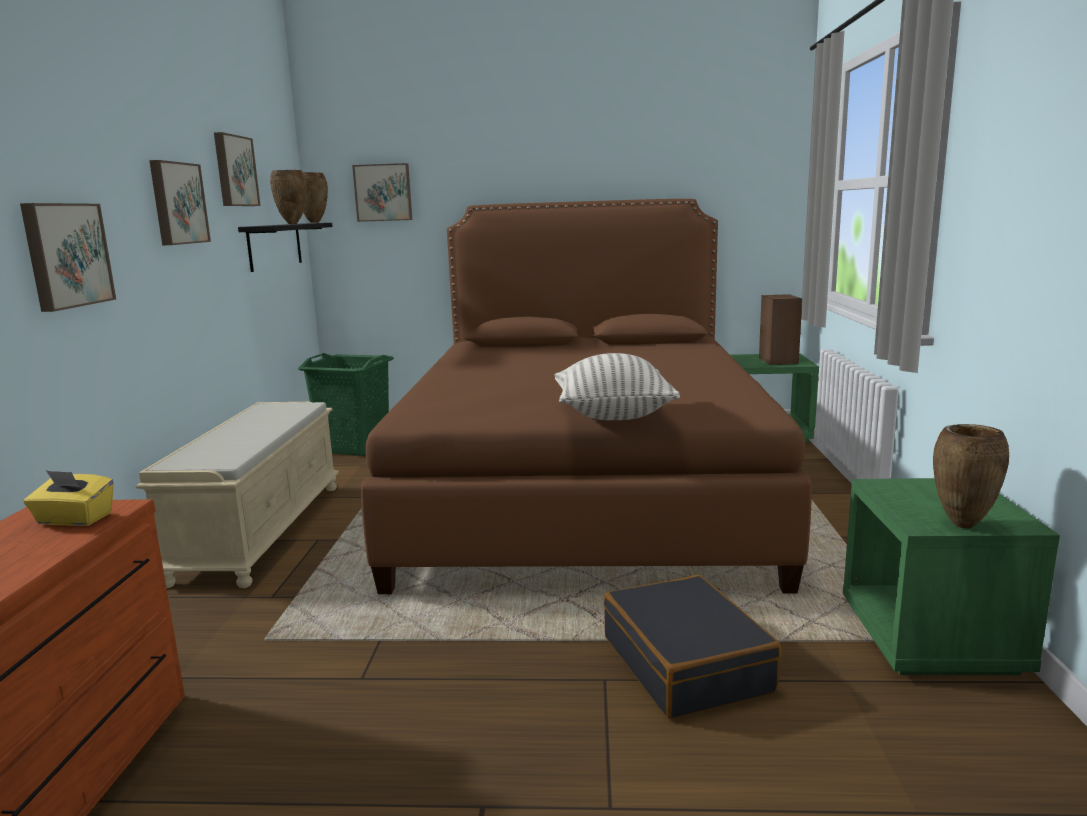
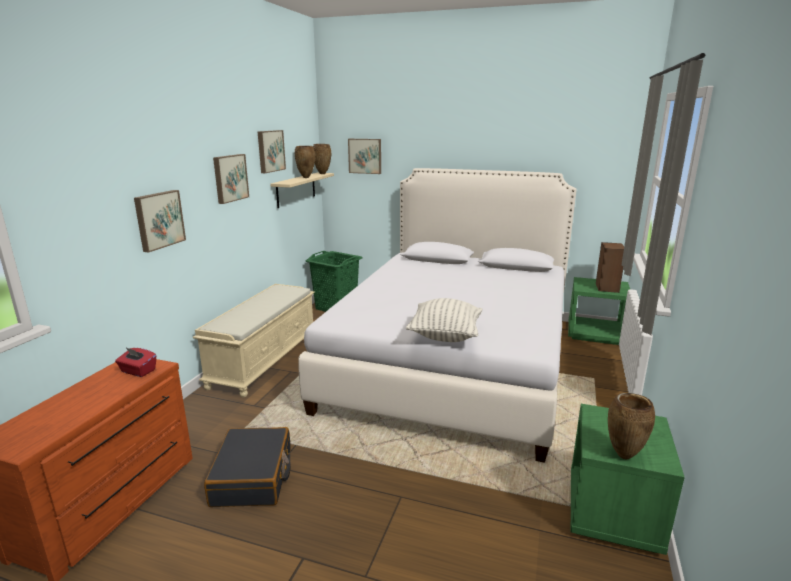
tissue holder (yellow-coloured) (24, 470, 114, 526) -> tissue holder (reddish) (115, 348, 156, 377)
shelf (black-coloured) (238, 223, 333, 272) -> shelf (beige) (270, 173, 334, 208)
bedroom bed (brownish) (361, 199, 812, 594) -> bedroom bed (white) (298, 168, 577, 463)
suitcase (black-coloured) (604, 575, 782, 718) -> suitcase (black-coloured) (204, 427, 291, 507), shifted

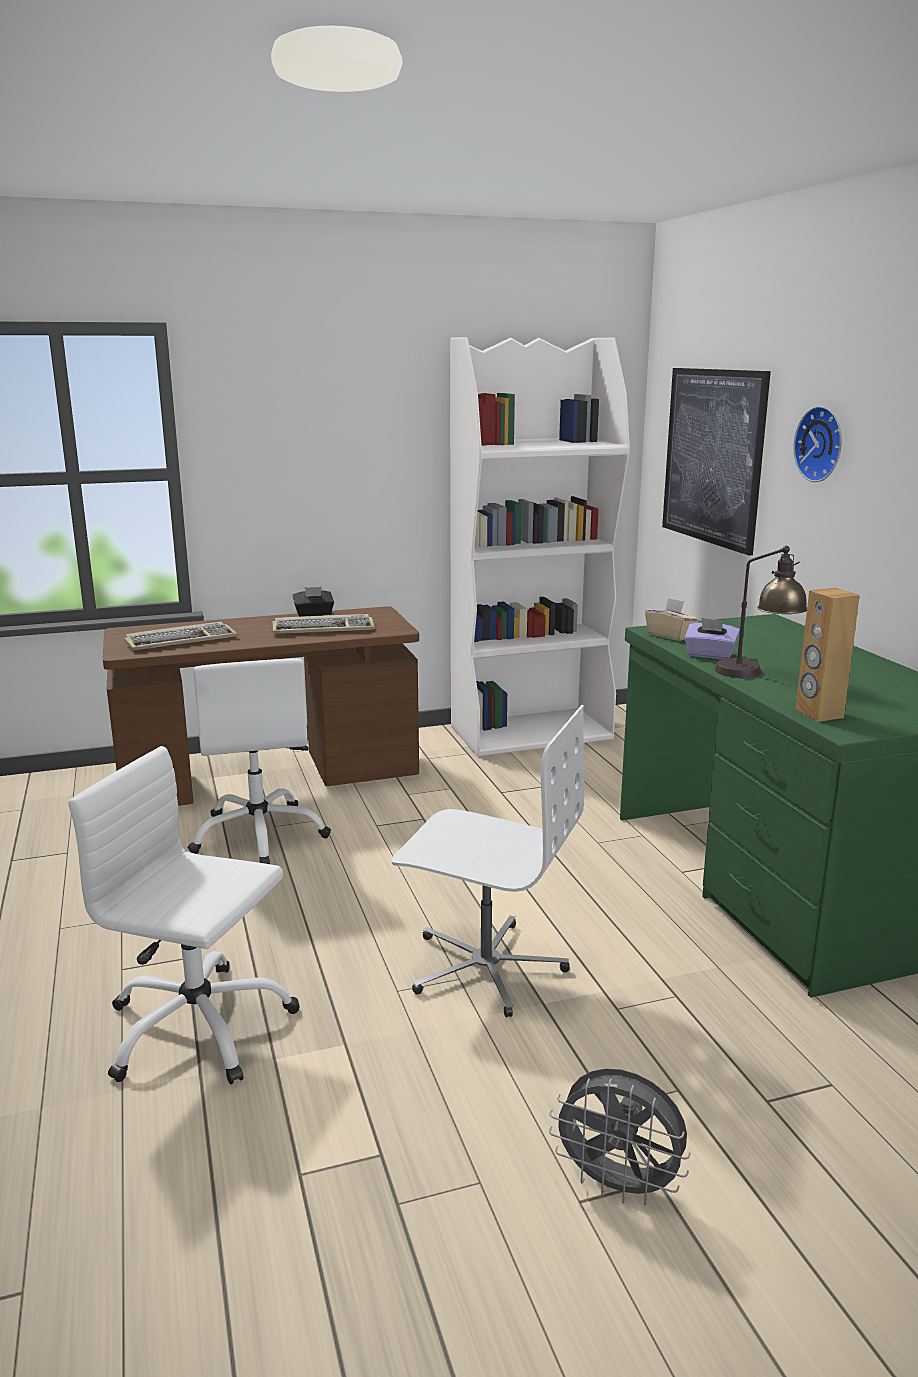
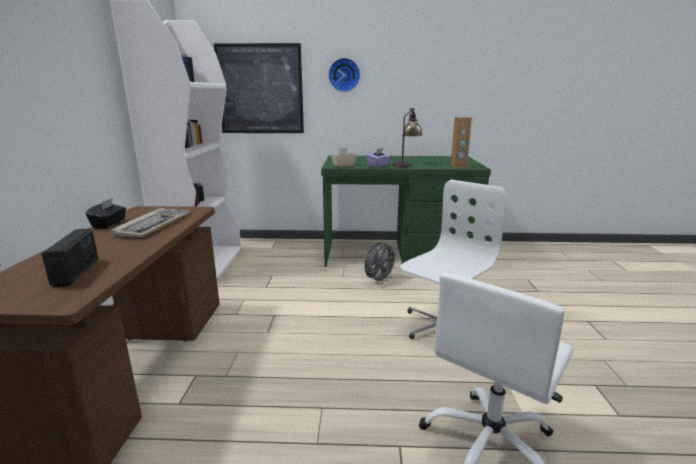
PC keyboard (124, 622, 238, 650) -> radio (41, 228, 98, 288)
computer chair (white) (188, 658, 331, 864) -> none
electric fan (gray) (549, 1068, 691, 1205) -> electric fan (gray) (365, 242, 398, 284), shifted

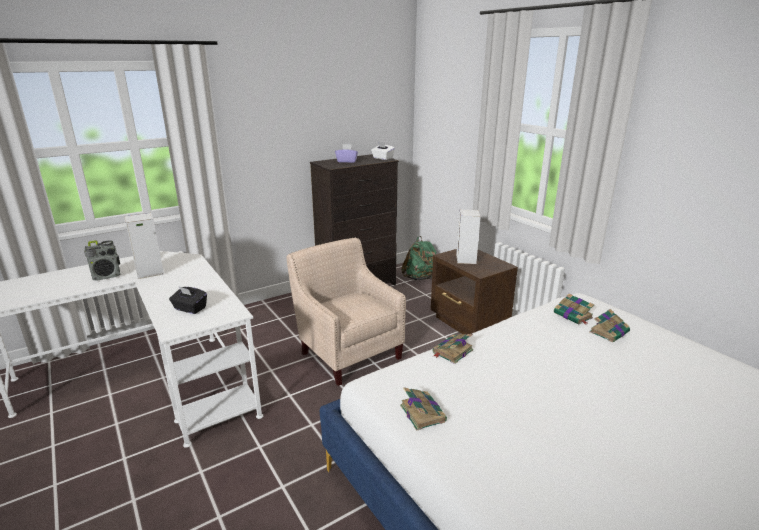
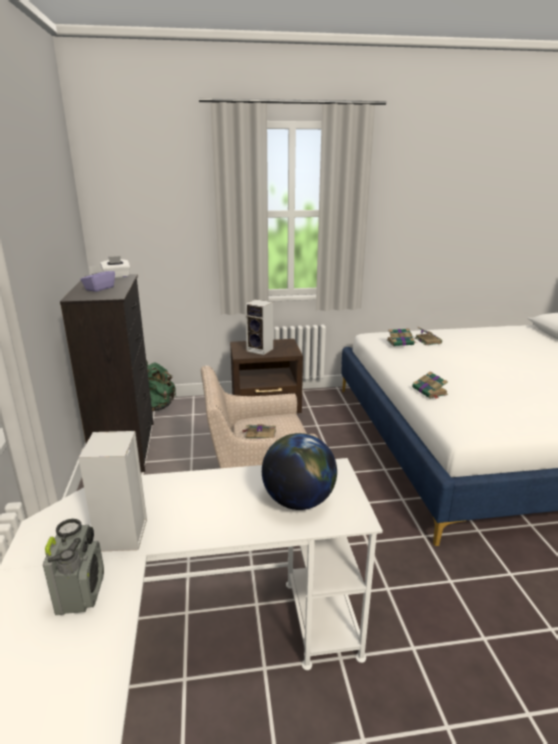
tissue holder (black-coloured) (169, 287, 207, 314) -> world globe (262, 433, 337, 510)
book (400, 388, 447, 431) -> book (243, 424, 276, 439), shifted

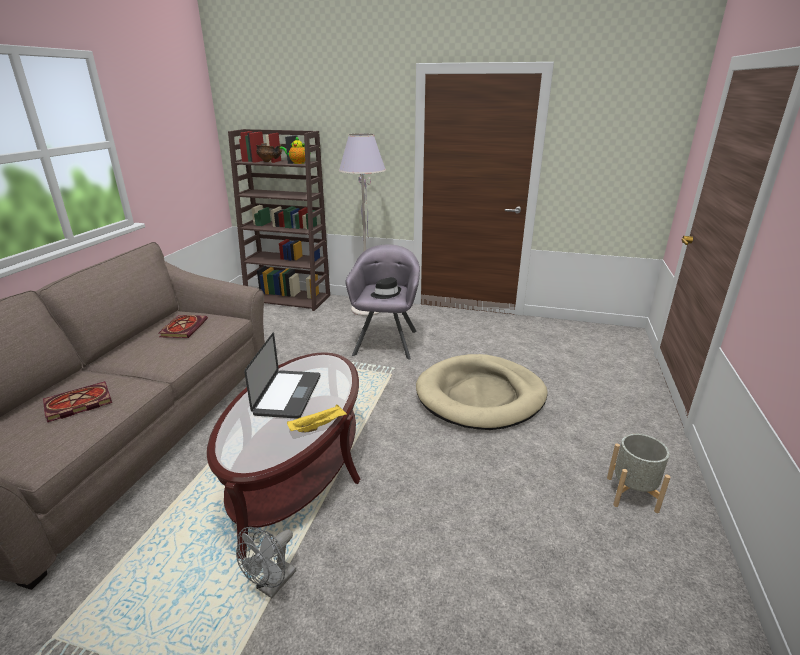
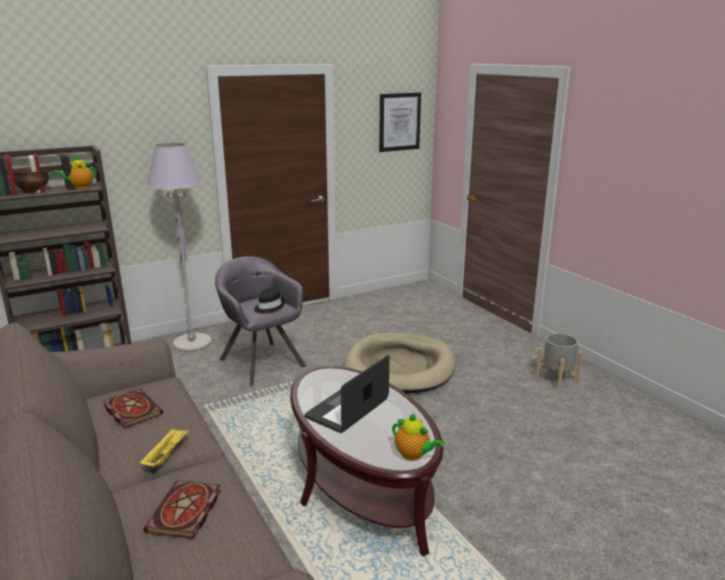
electric fan (gray) (236, 527, 296, 599) -> none
notebook computer (244, 332, 320, 419) -> notebook computer (305, 355, 390, 433), 105 degrees counterclockwise
serving tray (yellow-coloured) (287, 404, 347, 432) -> serving tray (yellow-coloured) (140, 428, 189, 467), shifted
none -> picture (379, 92, 421, 152)
none -> pot for tea (392, 414, 444, 461)

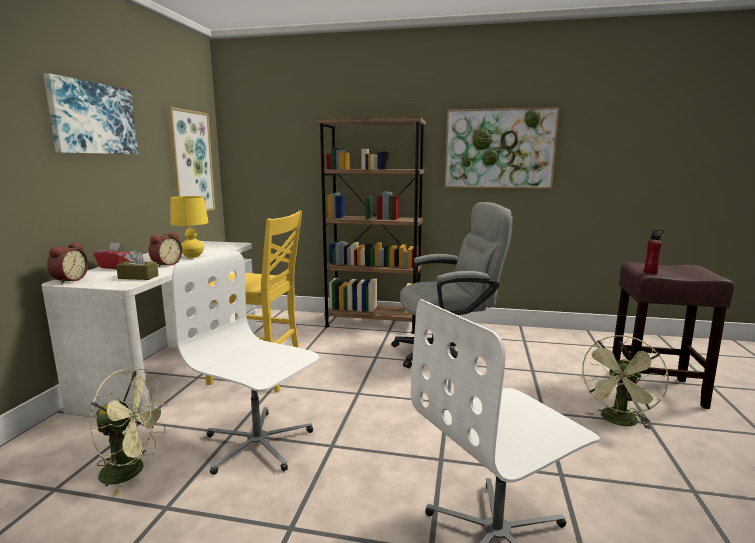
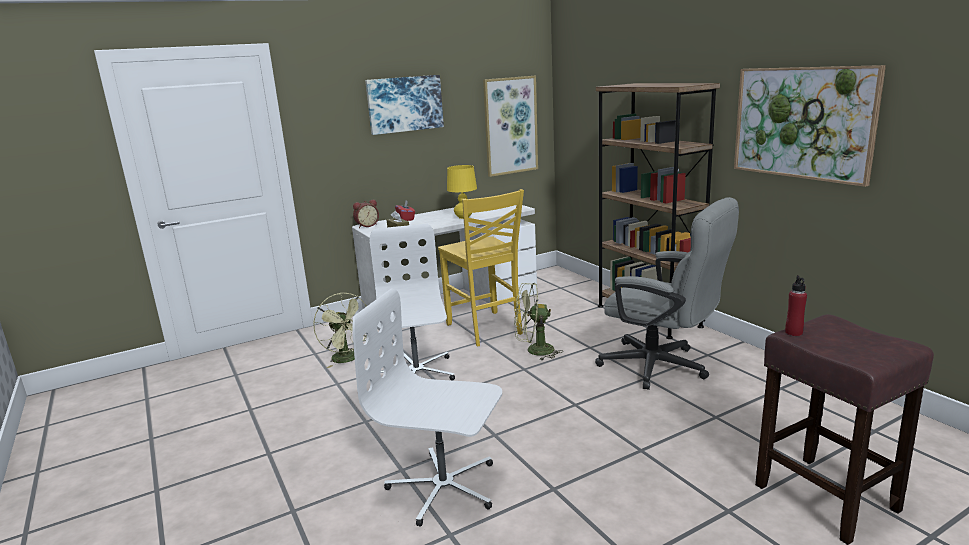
table clock (149, 231, 182, 267) -> none
electric fan (greenish) (581, 335, 669, 429) -> electric fan (greenish) (514, 283, 563, 361), shifted

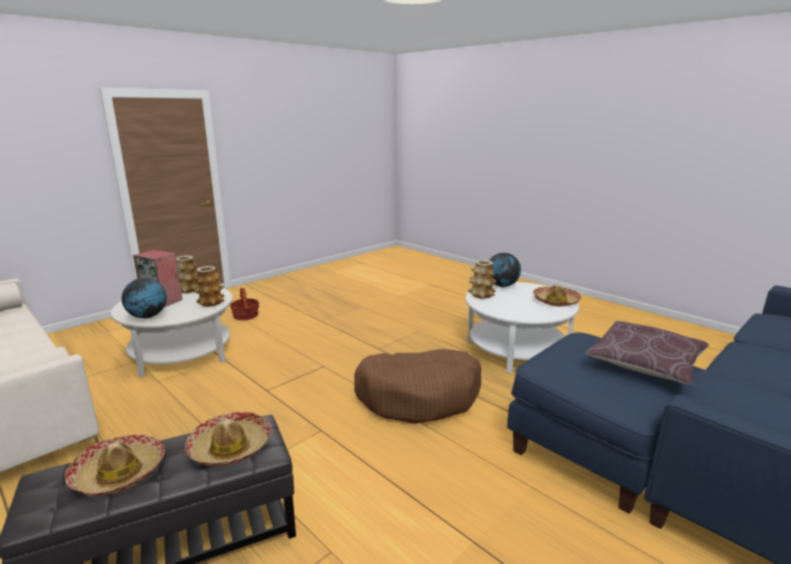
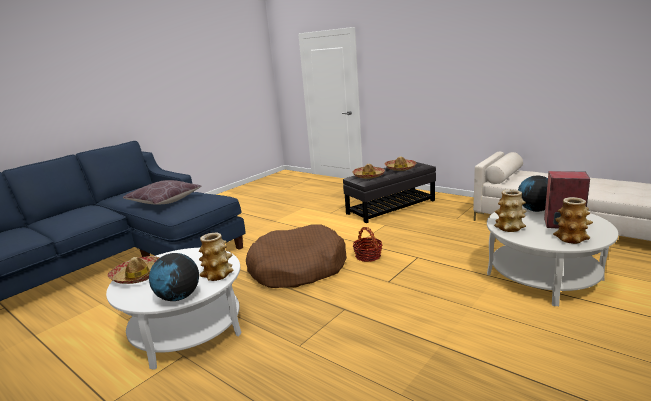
household basket (230, 288, 259, 320) -> household basket (353, 227, 382, 262), shifted

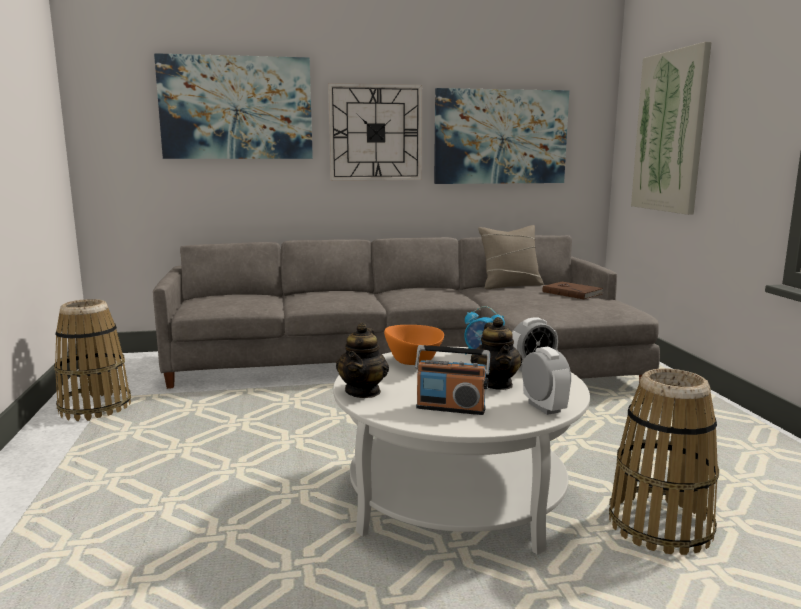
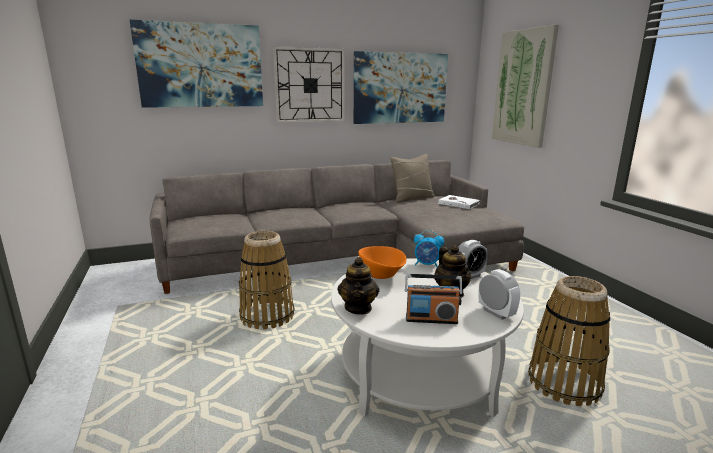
household basket (54, 299, 131, 421) -> household basket (239, 231, 294, 329), shifted
book (brownish) (543, 282, 604, 299) -> book (white) (438, 195, 480, 209)

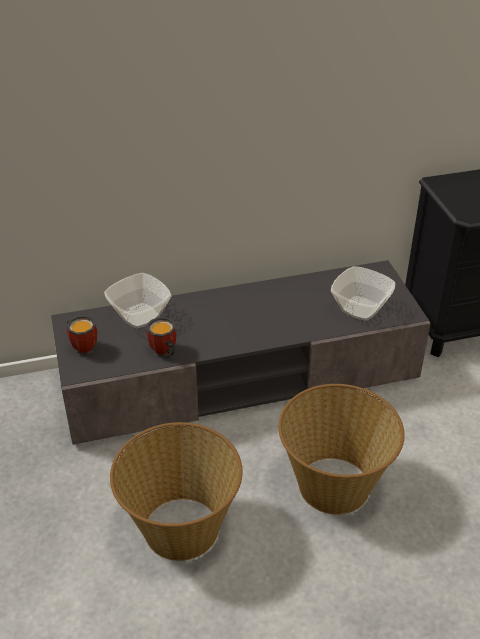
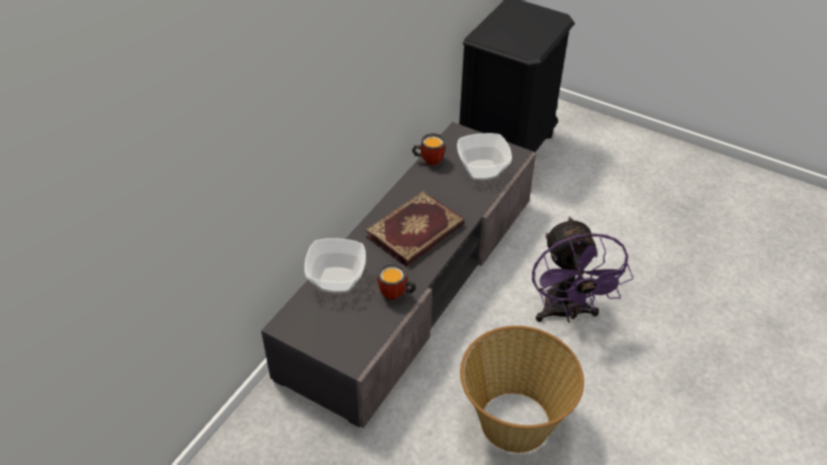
coffee mug (66, 315, 97, 355) -> coffee mug (412, 133, 445, 167), shifted
household basket (278, 384, 405, 515) -> electric fan (purple) (532, 217, 633, 323)
none -> book (366, 191, 465, 267)

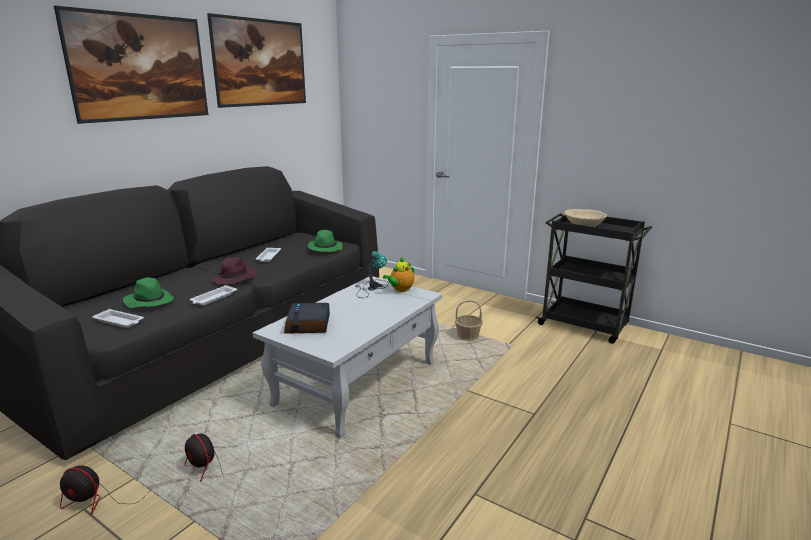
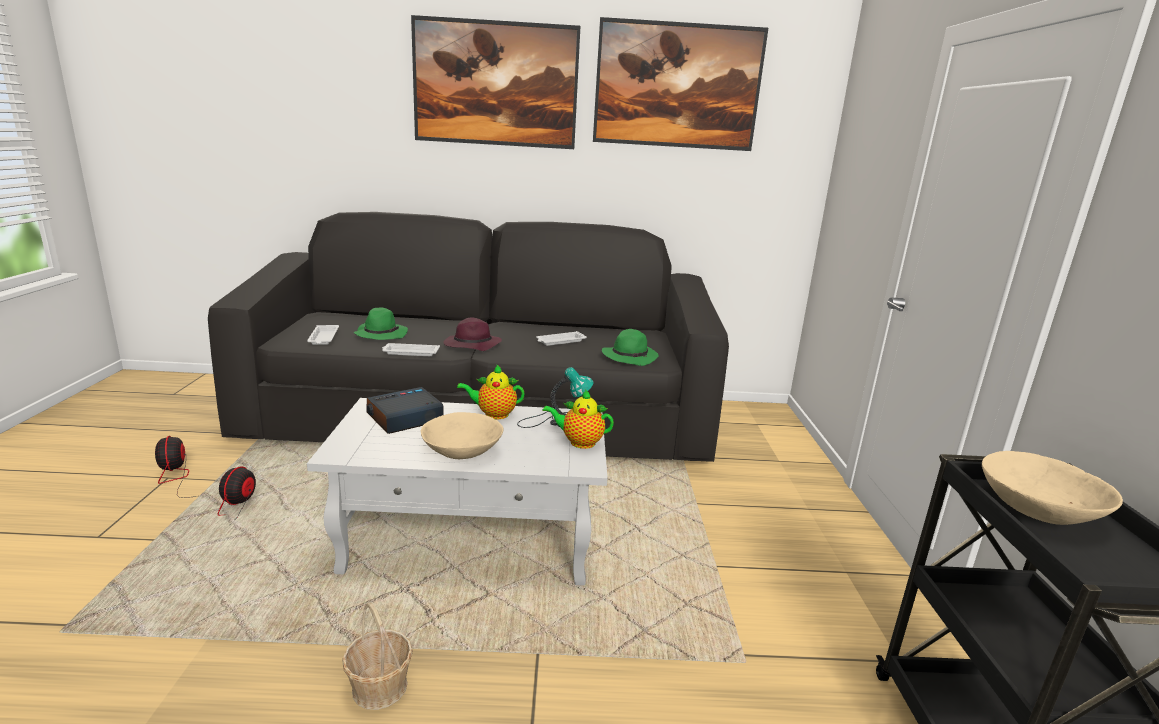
household basket (455, 300, 483, 341) -> household basket (342, 602, 413, 710), shifted
none -> deep dish (beige) (421, 412, 503, 459)
none -> pot for tea (457, 364, 525, 420)

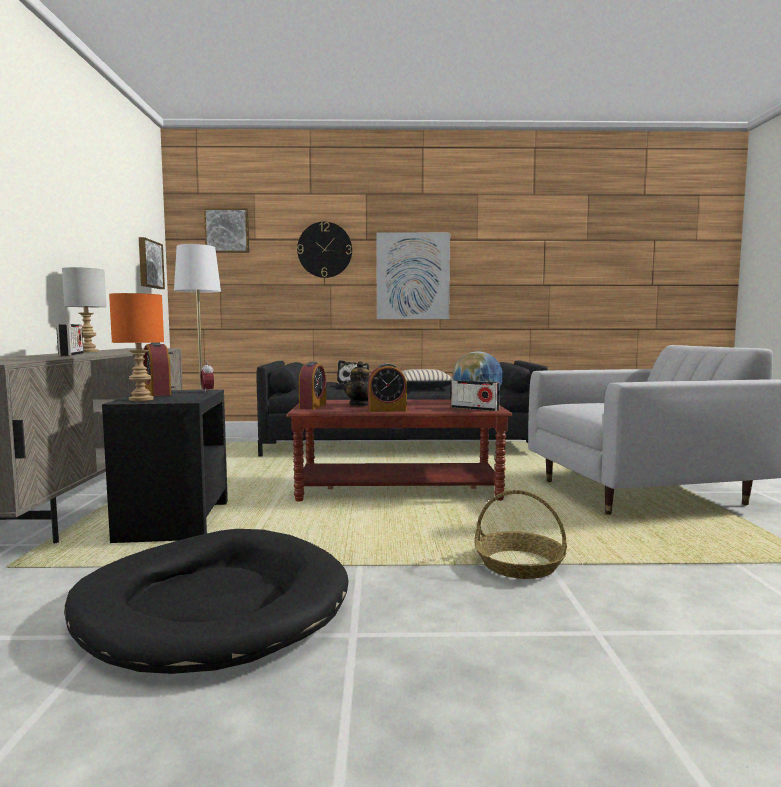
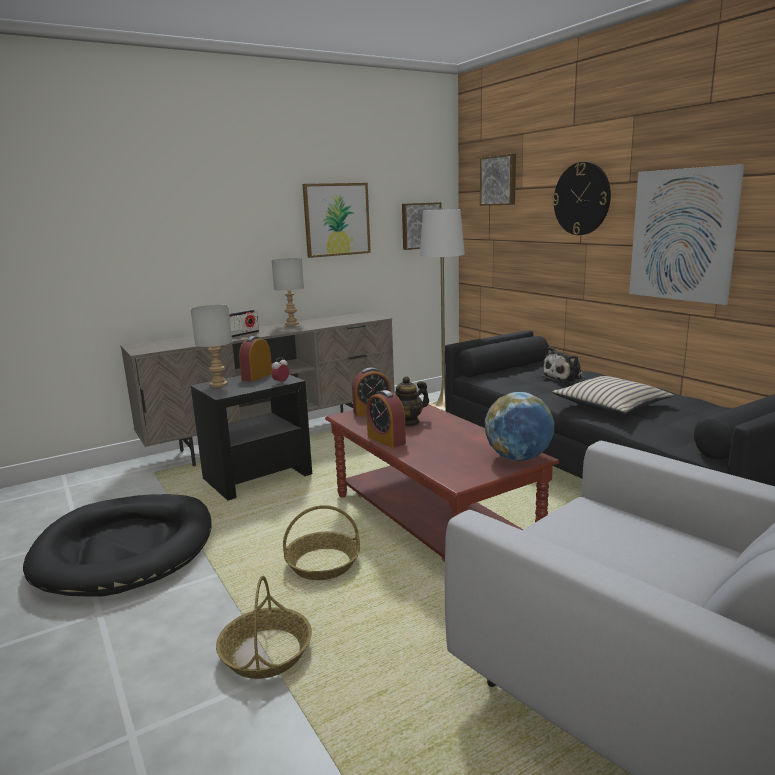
table lamp (orange) (109, 293, 164, 401) -> table lamp (gray) (191, 304, 232, 387)
radio (451, 380, 500, 411) -> none
none -> household basket (283, 505, 360, 580)
none -> picture (302, 183, 371, 258)

